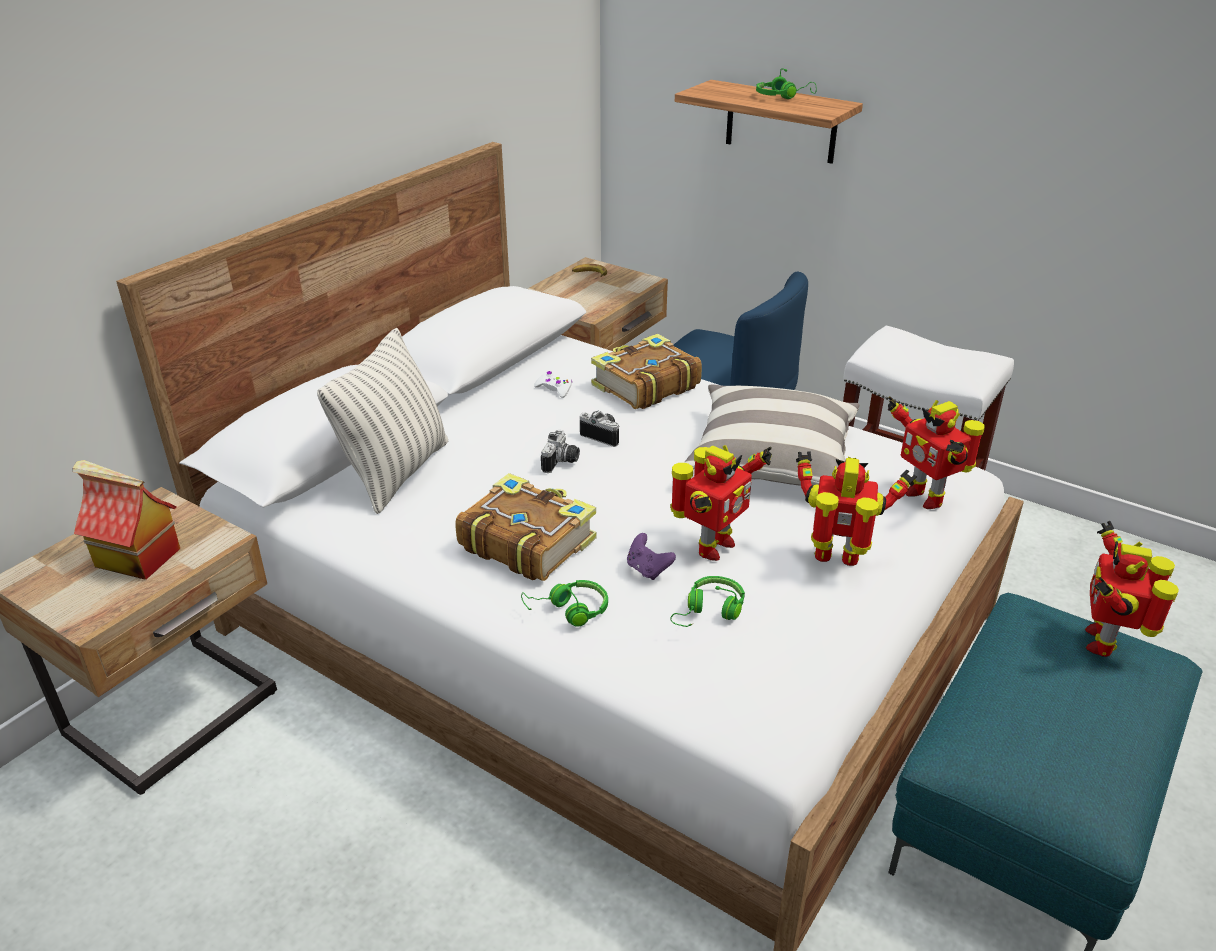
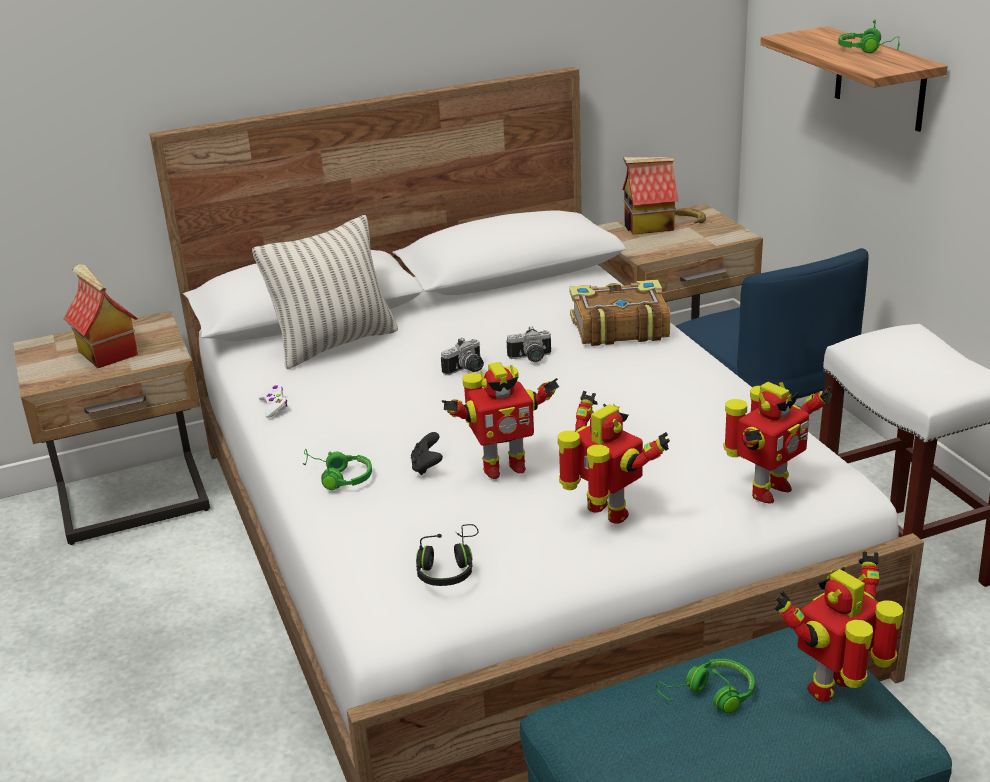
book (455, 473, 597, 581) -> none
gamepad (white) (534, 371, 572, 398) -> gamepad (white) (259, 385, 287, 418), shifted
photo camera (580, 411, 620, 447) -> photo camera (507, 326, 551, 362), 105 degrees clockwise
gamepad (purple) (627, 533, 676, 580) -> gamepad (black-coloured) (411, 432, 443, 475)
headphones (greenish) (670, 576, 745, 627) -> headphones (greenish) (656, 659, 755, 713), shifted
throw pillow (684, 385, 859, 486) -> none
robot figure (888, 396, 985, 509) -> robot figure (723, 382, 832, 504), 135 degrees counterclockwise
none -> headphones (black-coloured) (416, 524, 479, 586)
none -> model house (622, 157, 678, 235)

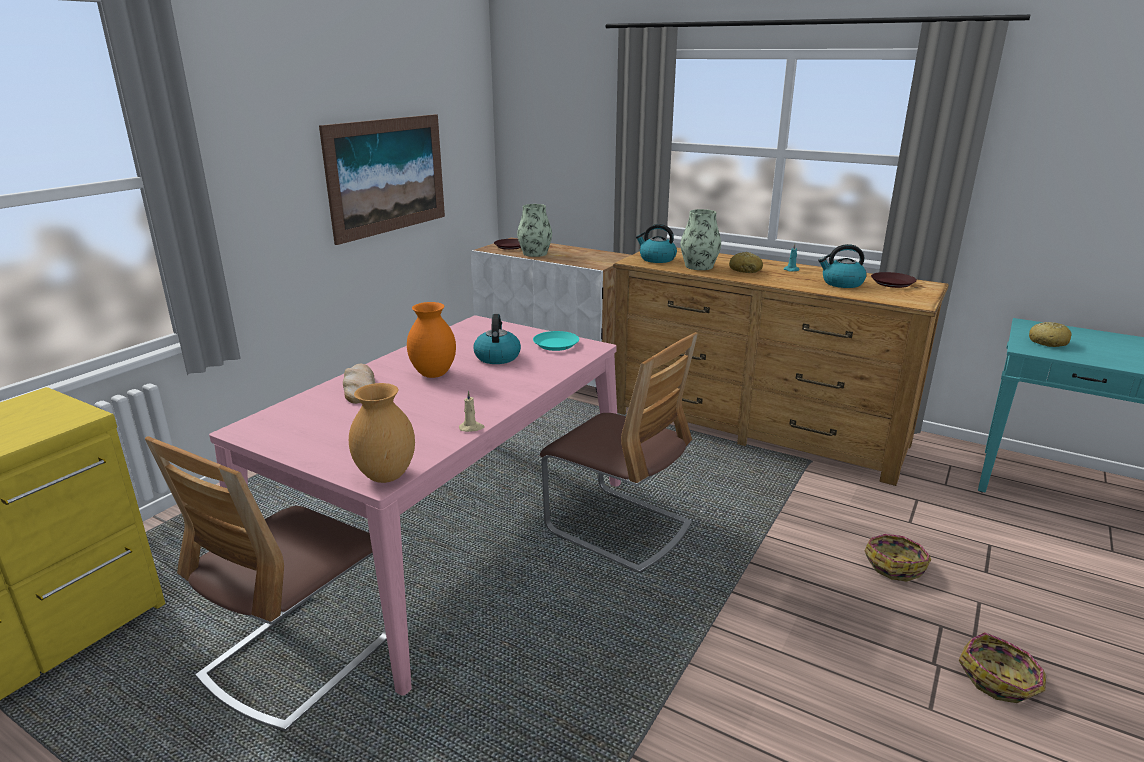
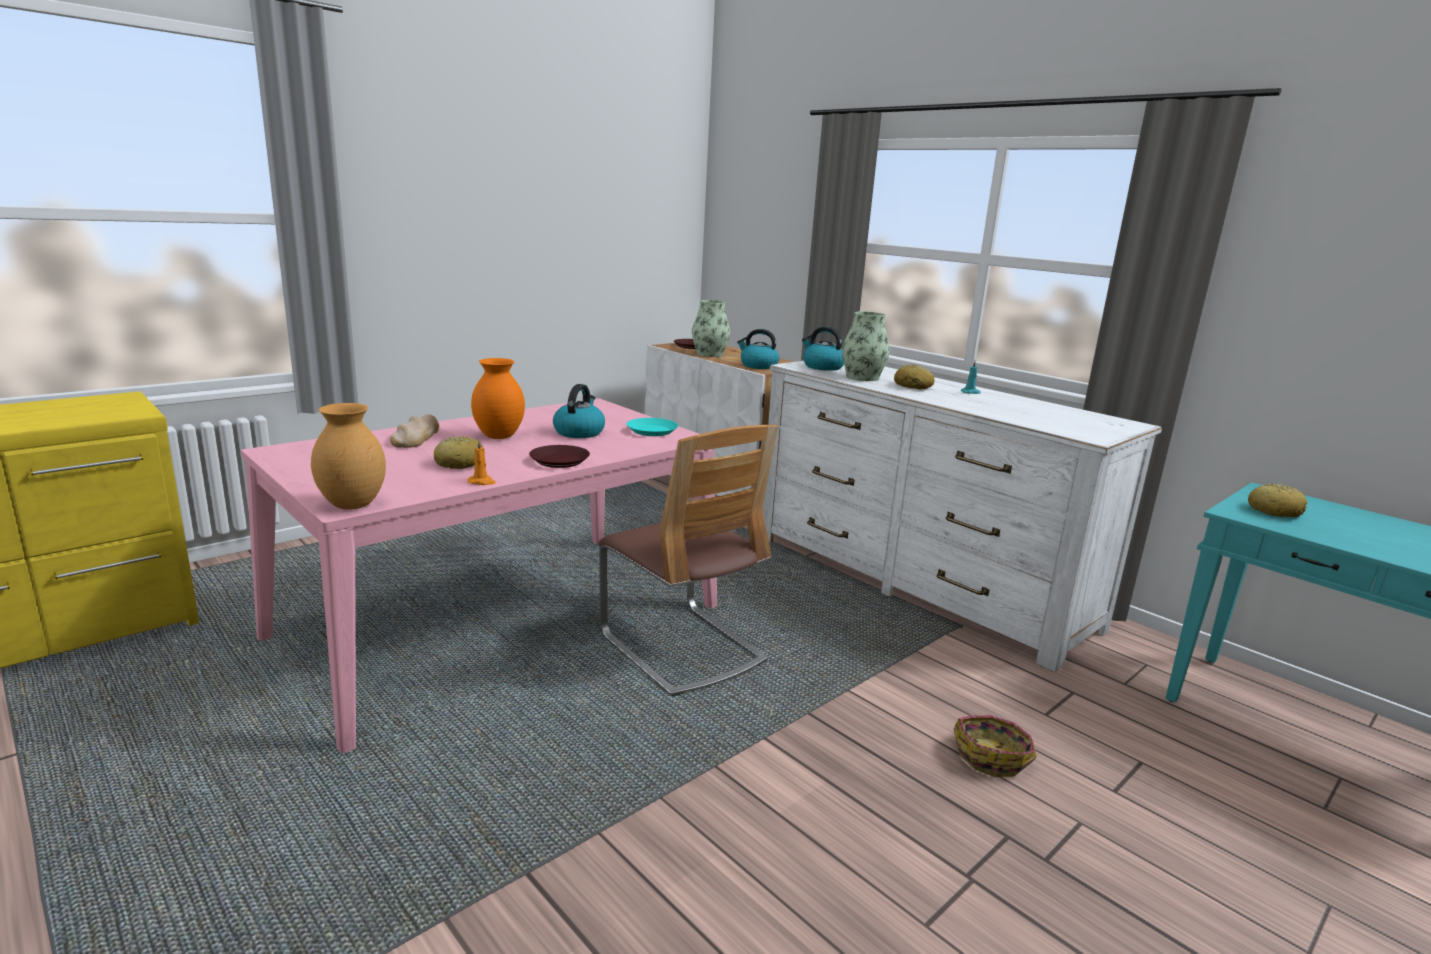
chair (145, 436, 387, 732) -> none
picture (319, 114, 445, 245) -> none
wax candle (beige) (459, 391, 485, 432) -> wax candle (orange) (467, 439, 496, 485)
drawer chest (brownish) (613, 247, 949, 486) -> drawer chest (white) (763, 361, 1162, 672)
water kettle (818, 244, 867, 288) -> water kettle (737, 329, 779, 369), shifted
dinner plate (brownish) (871, 272, 917, 288) -> dinner plate (brownish) (529, 445, 590, 468), shifted
household basket (959, 632, 1046, 703) -> none
none -> baked bread (434, 436, 483, 469)

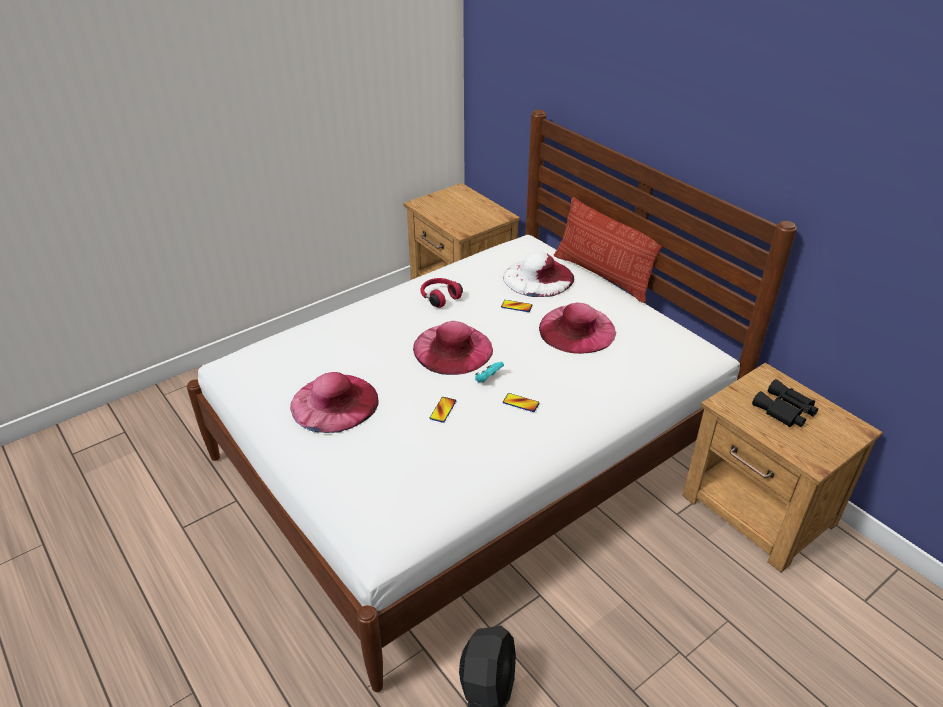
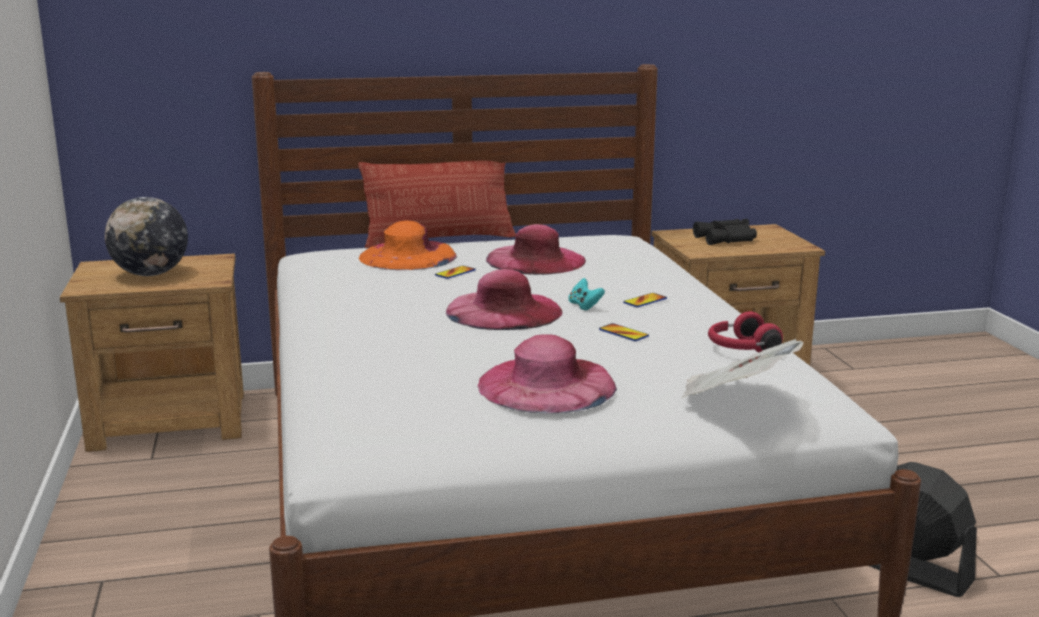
headphones (reddish) (420, 278, 463, 308) -> headphones (reddish) (708, 311, 783, 353), shifted
clothing hat (white) (503, 252, 574, 297) -> clothing hat (orange) (359, 221, 457, 270)
none -> world globe (105, 197, 188, 276)
none -> printed paper (681, 339, 804, 398)

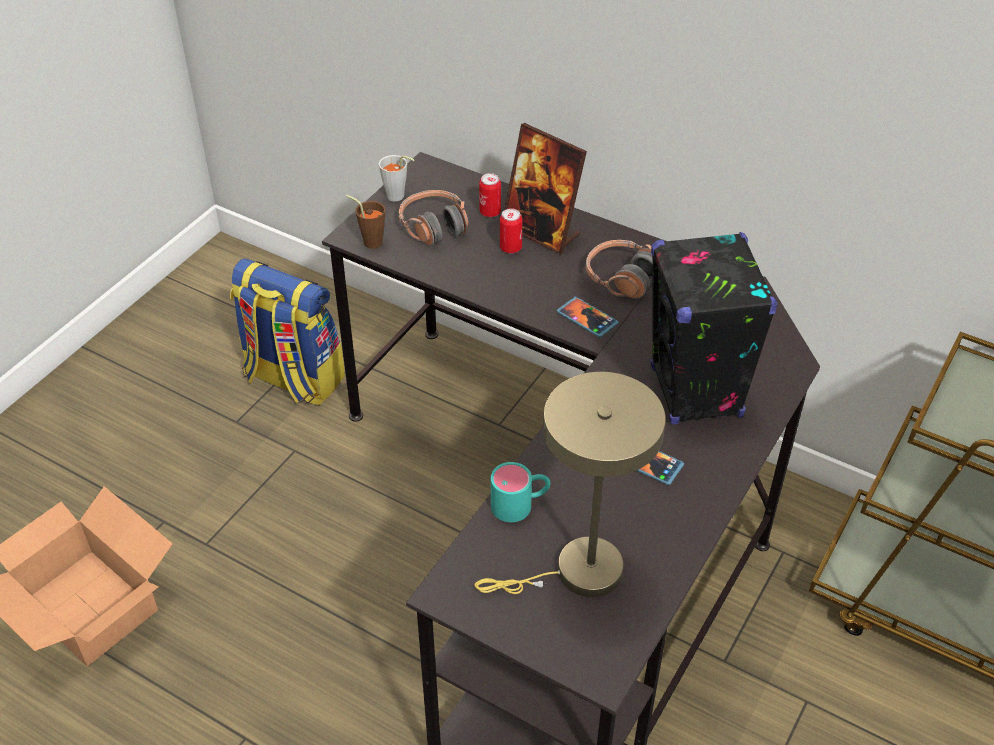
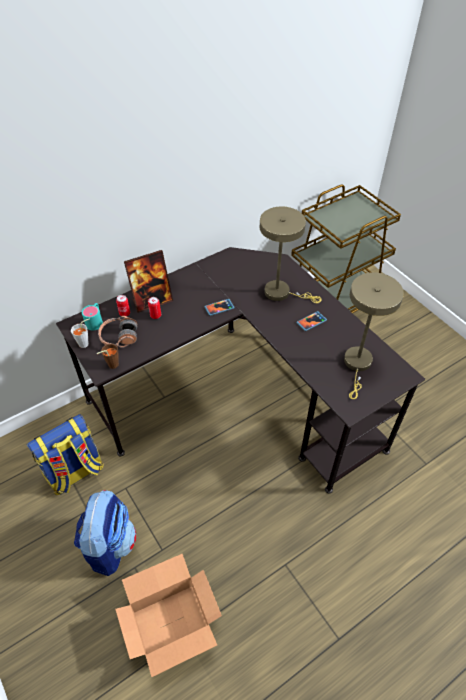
coffee mug (turquoise) (491, 462, 551, 522) -> coffee mug (turquoise) (82, 303, 103, 330), shifted
headphones (586, 240, 652, 298) -> none
loudspeaker (black-coloured) (651, 232, 778, 424) -> table lamp (beige) (260, 206, 321, 303)
none -> rucksack (74, 490, 136, 576)

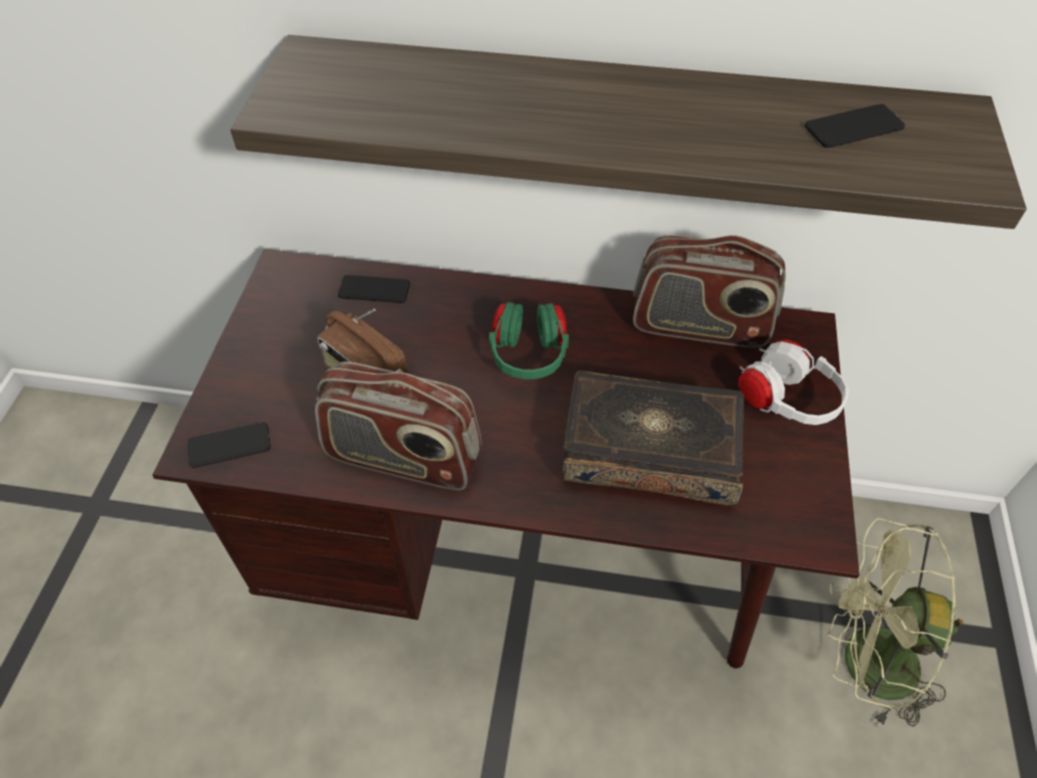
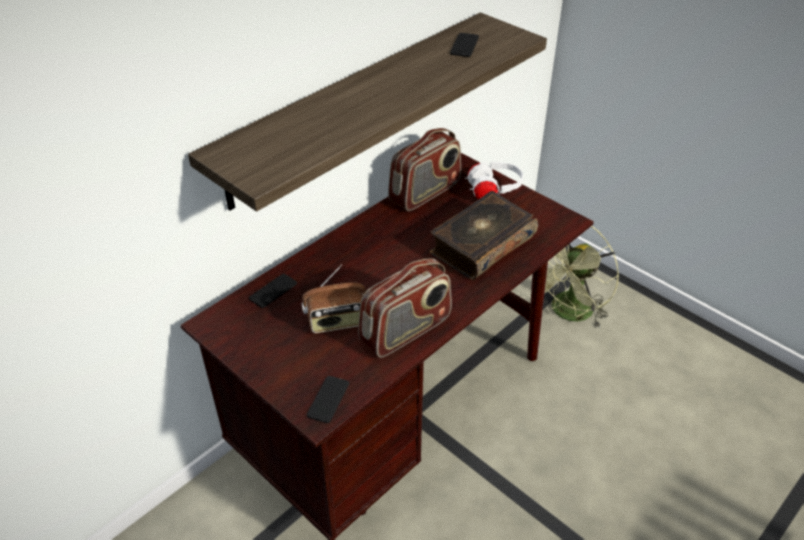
headphones (greenish) (489, 302, 569, 379) -> none

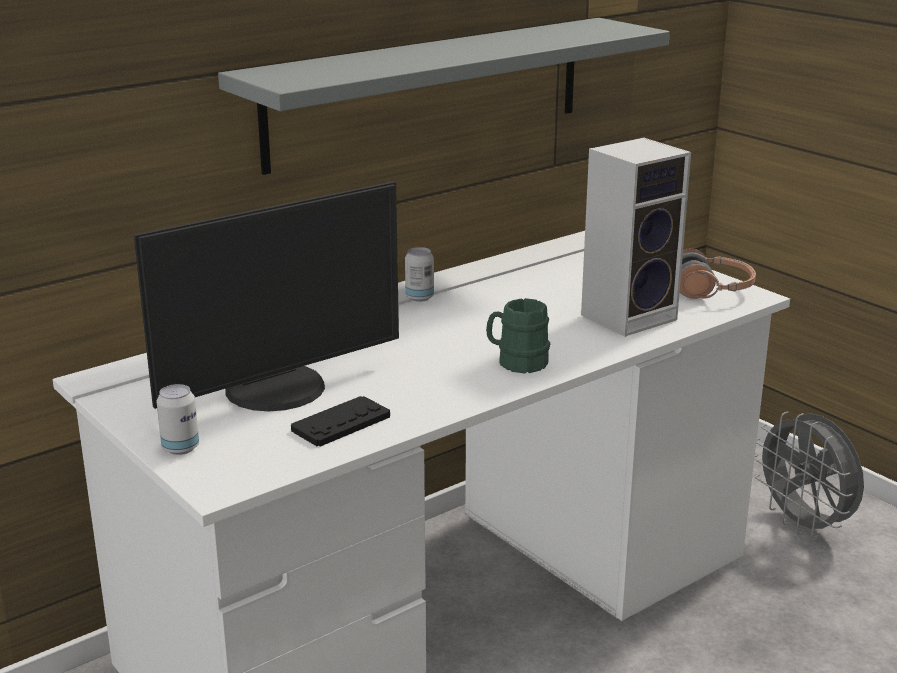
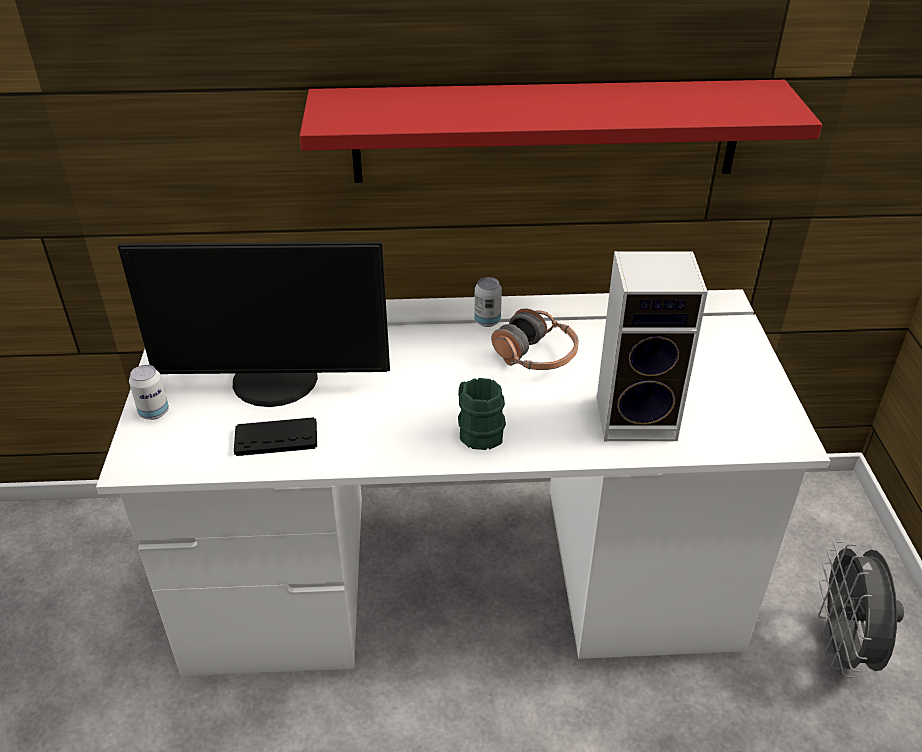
shelf (gray) (218, 18, 670, 175) -> shelf (reddish) (300, 80, 822, 183)
headphones (680, 249, 756, 299) -> headphones (491, 308, 579, 370), shifted

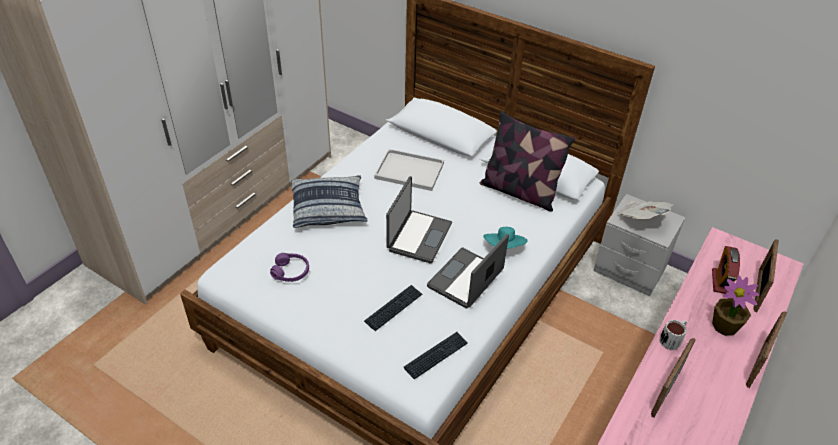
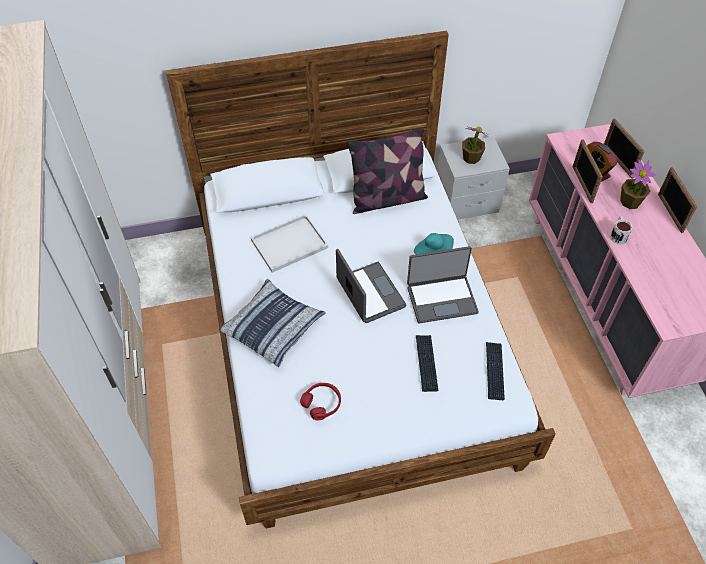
headphones (purple) (270, 253, 309, 282) -> headphones (reddish) (300, 383, 341, 421)
notebook computer (427, 234, 509, 309) -> notebook computer (407, 246, 479, 323), 90 degrees counterclockwise
printed paper (617, 201, 673, 219) -> houseplant (462, 127, 486, 164)
photo frame (651, 338, 696, 417) -> photo frame (573, 139, 603, 203), shifted

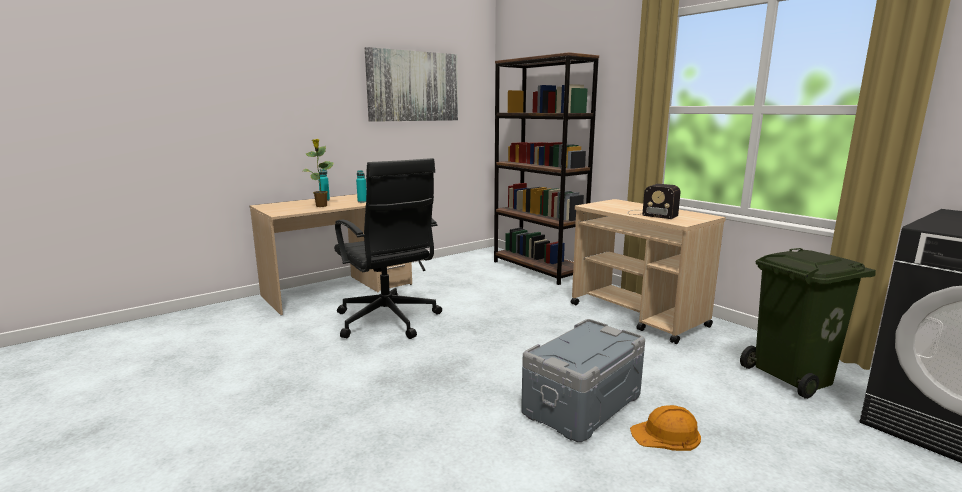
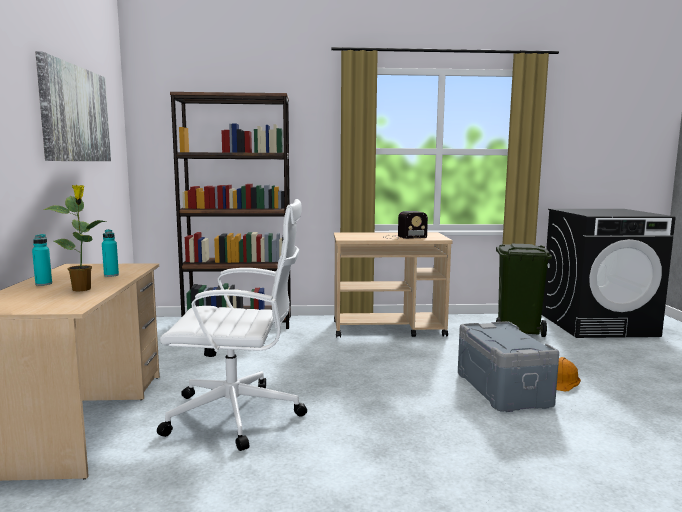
computer chair (black-coloured) (334, 158, 442, 339) -> computer chair (white) (157, 199, 307, 451)

